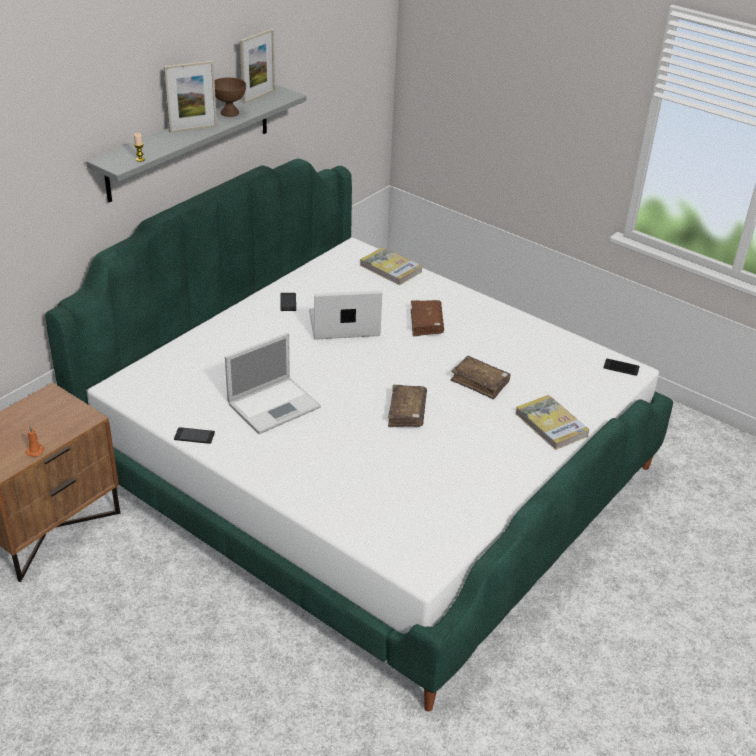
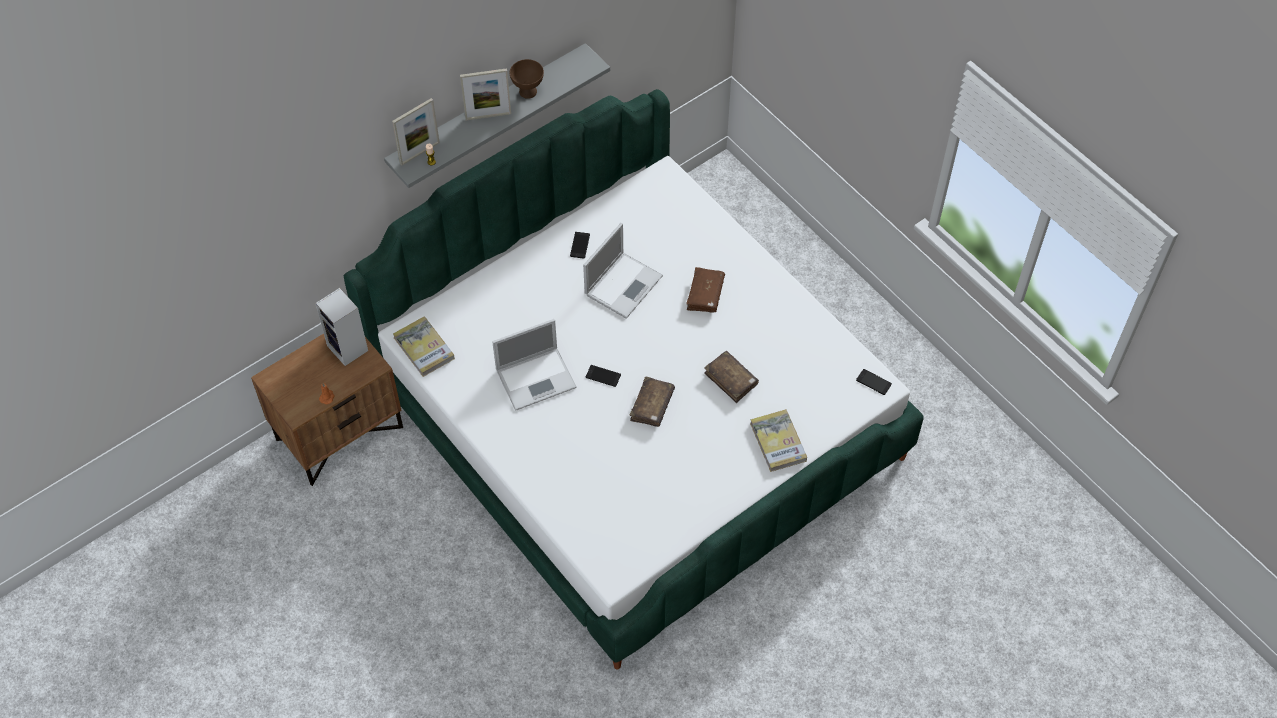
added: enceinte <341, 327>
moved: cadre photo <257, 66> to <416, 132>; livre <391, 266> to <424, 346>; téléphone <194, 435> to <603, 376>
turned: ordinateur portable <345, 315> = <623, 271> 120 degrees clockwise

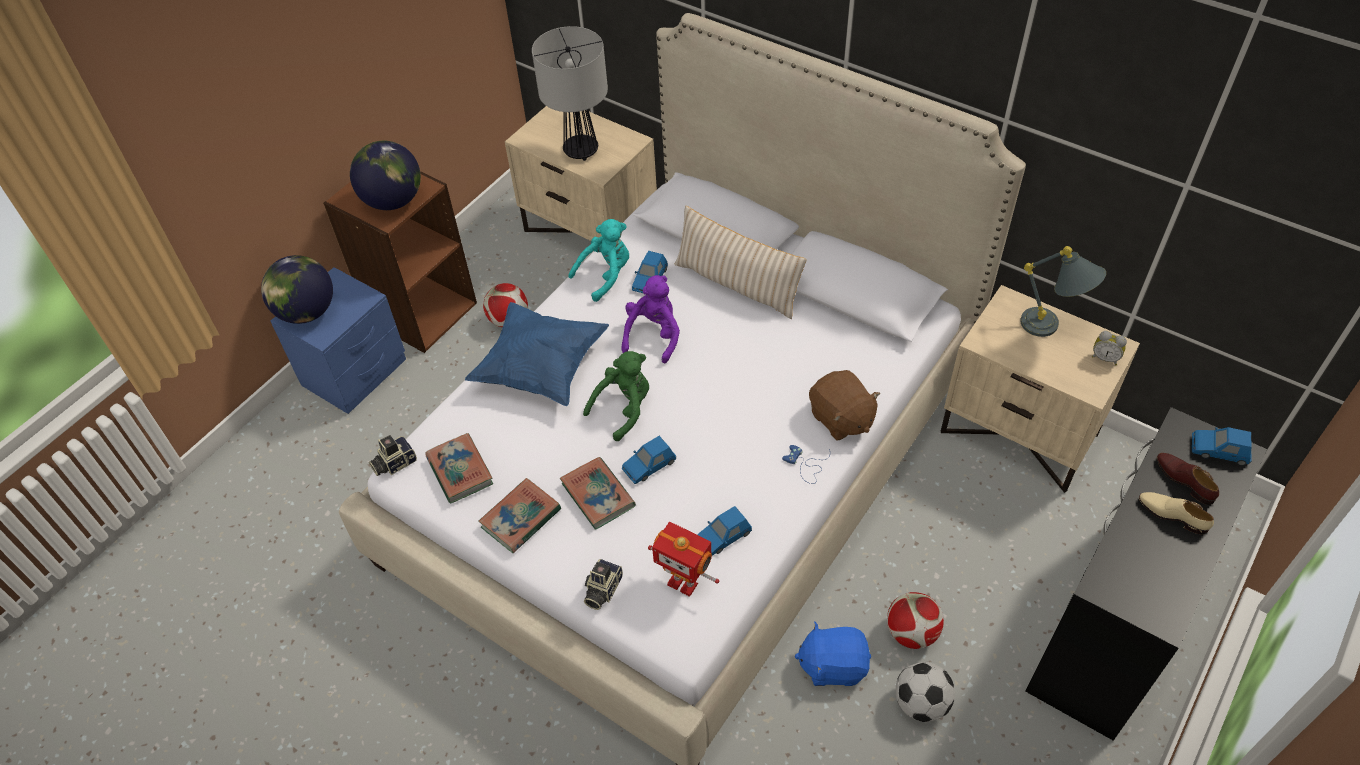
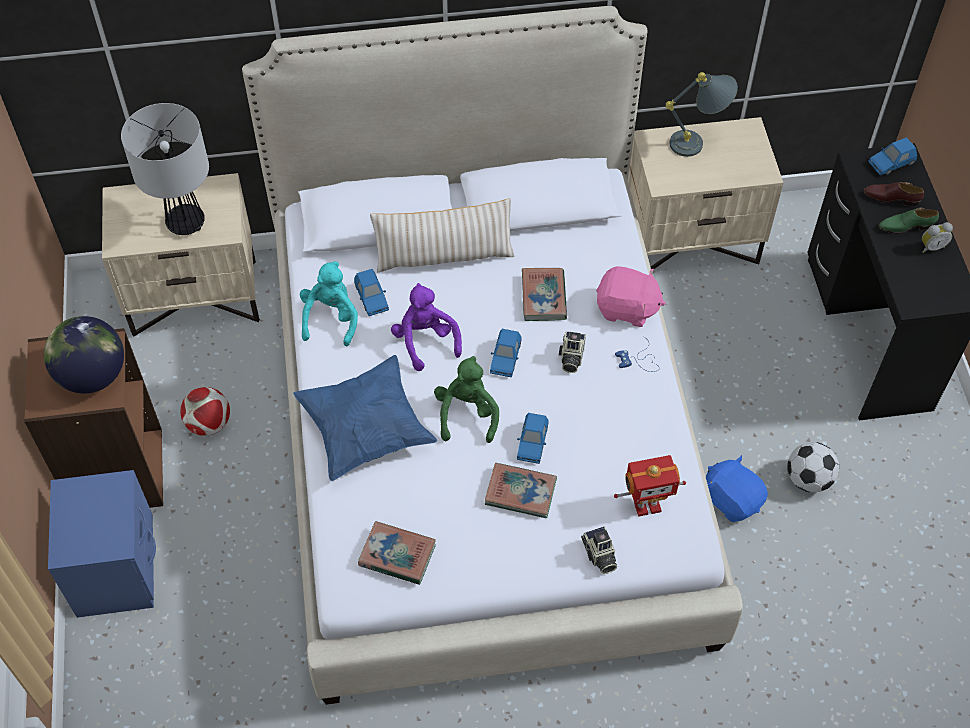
removed: globe <297, 289>; ballon de foot <915, 620>
moved: petite voiture (bleu) <724, 531> to <506, 353>; livre <520, 515> to <544, 294>; appareil photo <393, 455> to <572, 352>; réveil <1109, 348> to <937, 237>
recoloured: peluche (marron) <844, 405> to peluche (rose) <631, 296>; chaussure (beige) <1176, 513> to chaussure (vert) <909, 221>
turned: peluche (bleu) <832, 653> = <737, 488> 90 degrees clockwise

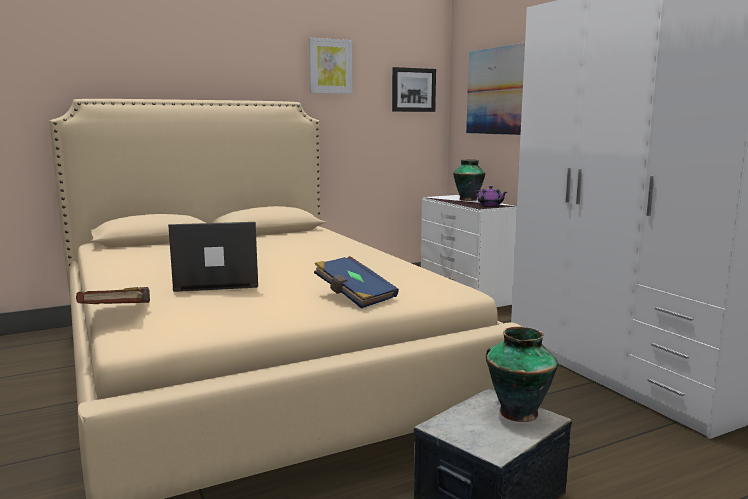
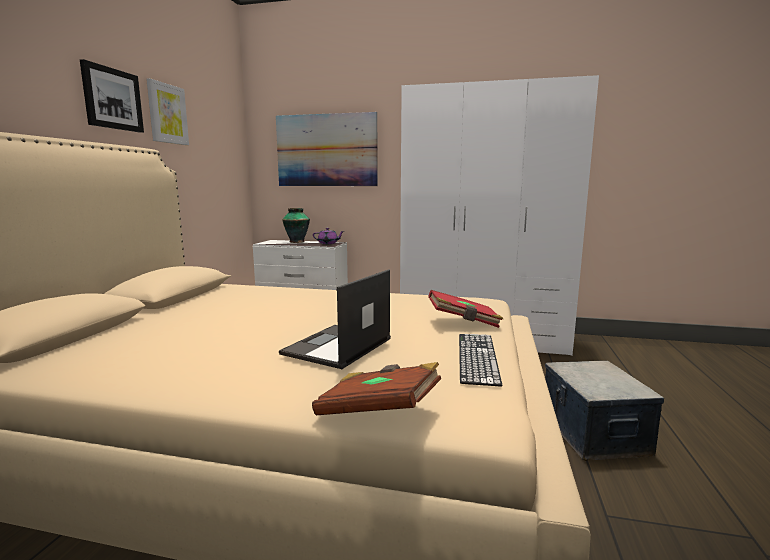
removed: vase <522, 374>
added: clavier <480, 360>
moved: tableau <414, 89> to <112, 96>
recoloured: livre (bleu) <356, 282> to livre (rouge) <465, 309>

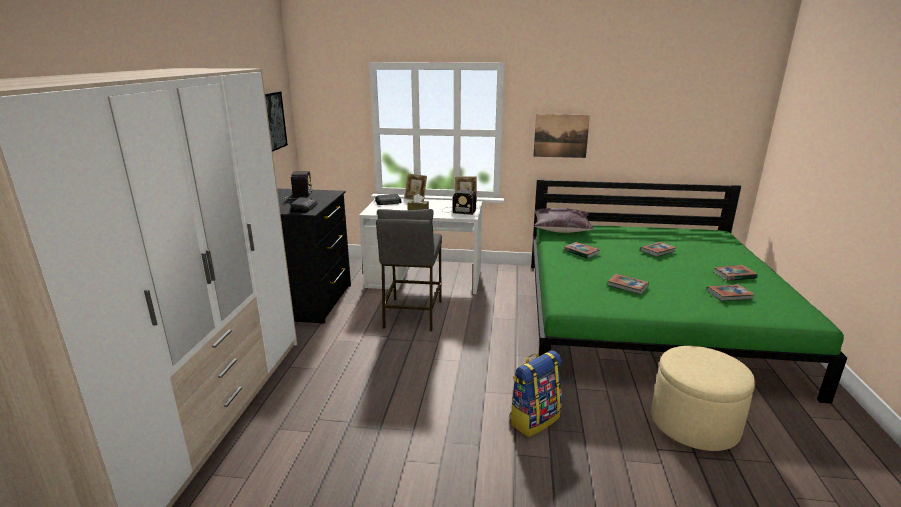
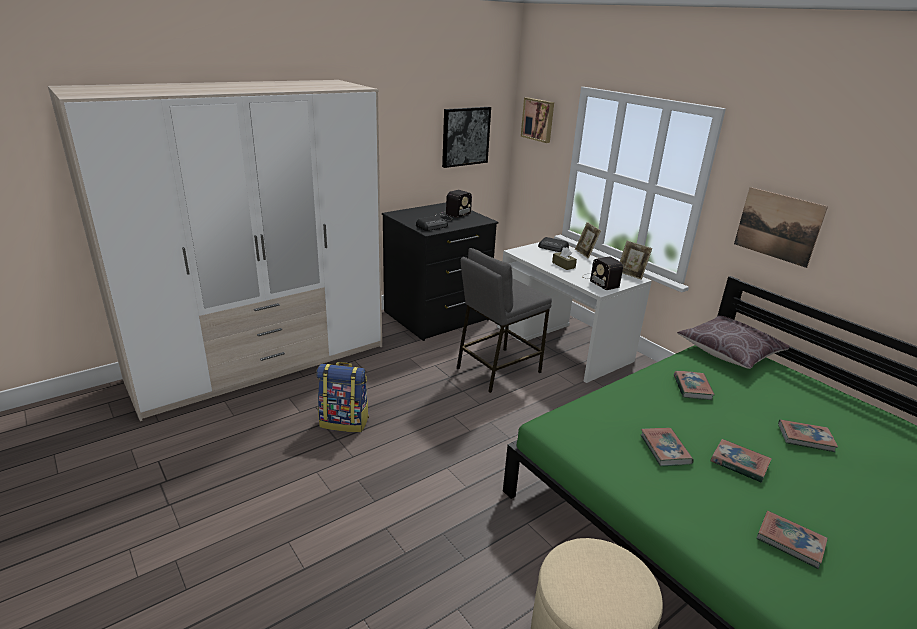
added: tableau <537, 120>
moved: sac à dos <535, 393> to <342, 397>; livre <736, 273> to <741, 461>

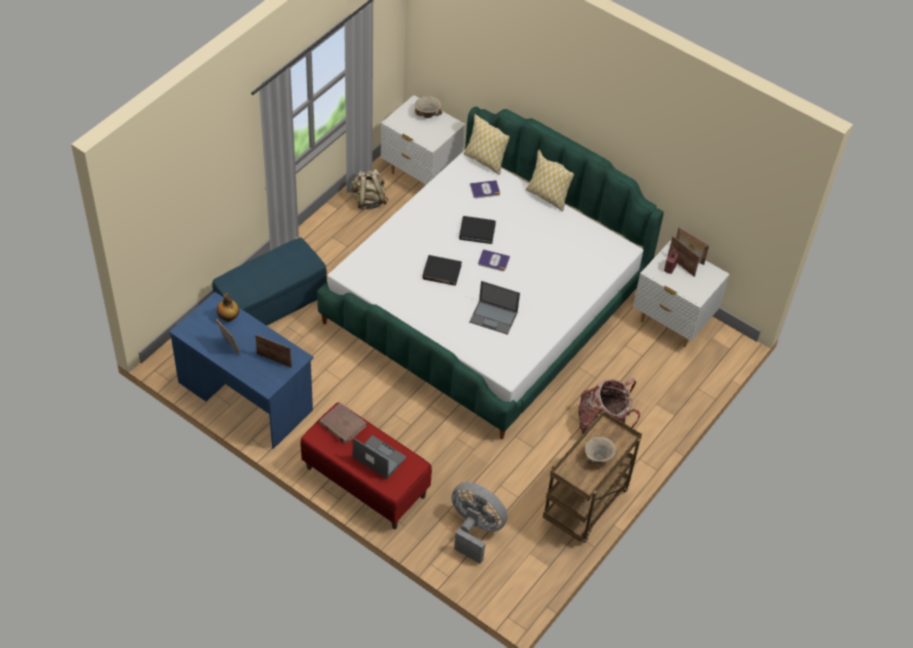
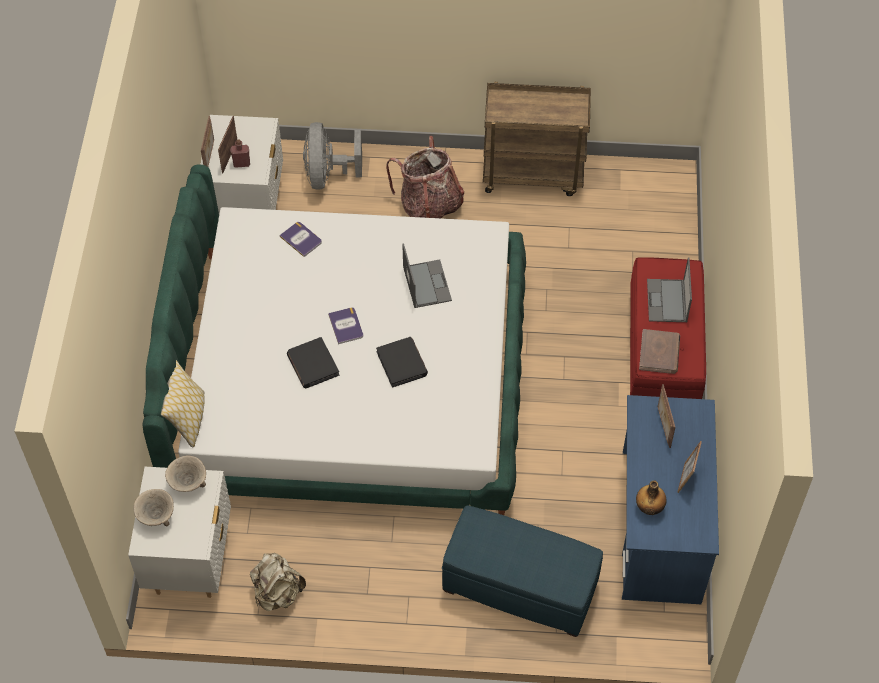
removed: coussin <550, 180>
moved: bol (beige) <601, 450> to <185, 473>; livre <485, 189> to <300, 239>; ventilateur (gris) <480, 523> to <332, 156>

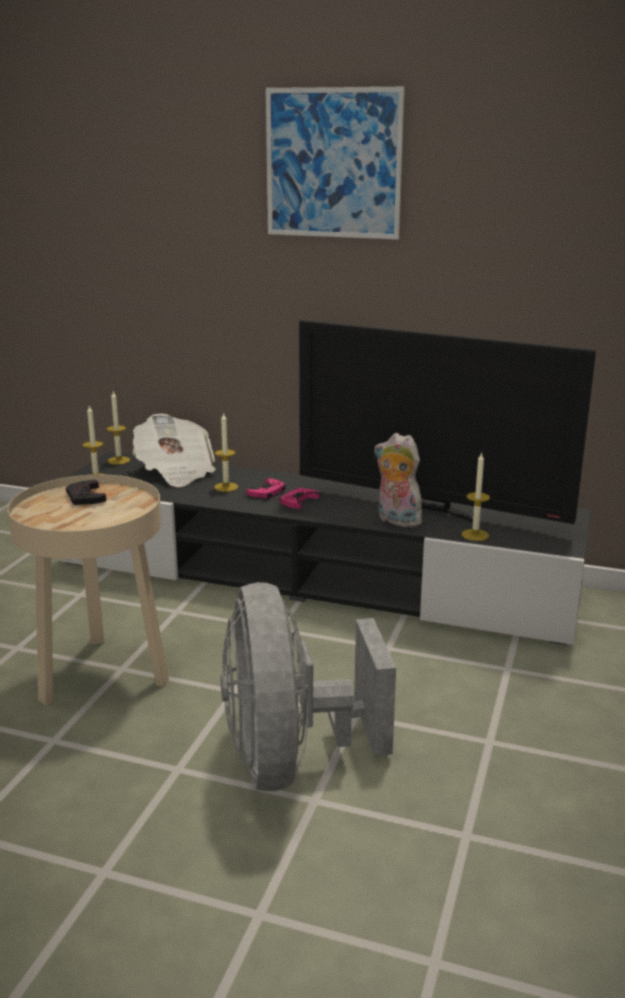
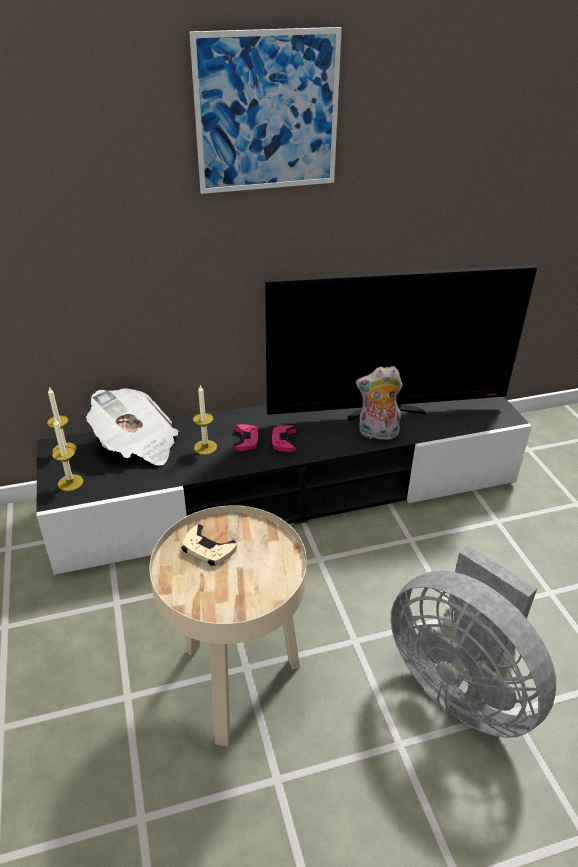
removed: bougie <476, 496>
recoloured: manette (noir) <86, 492> to manette (beige) <209, 545>

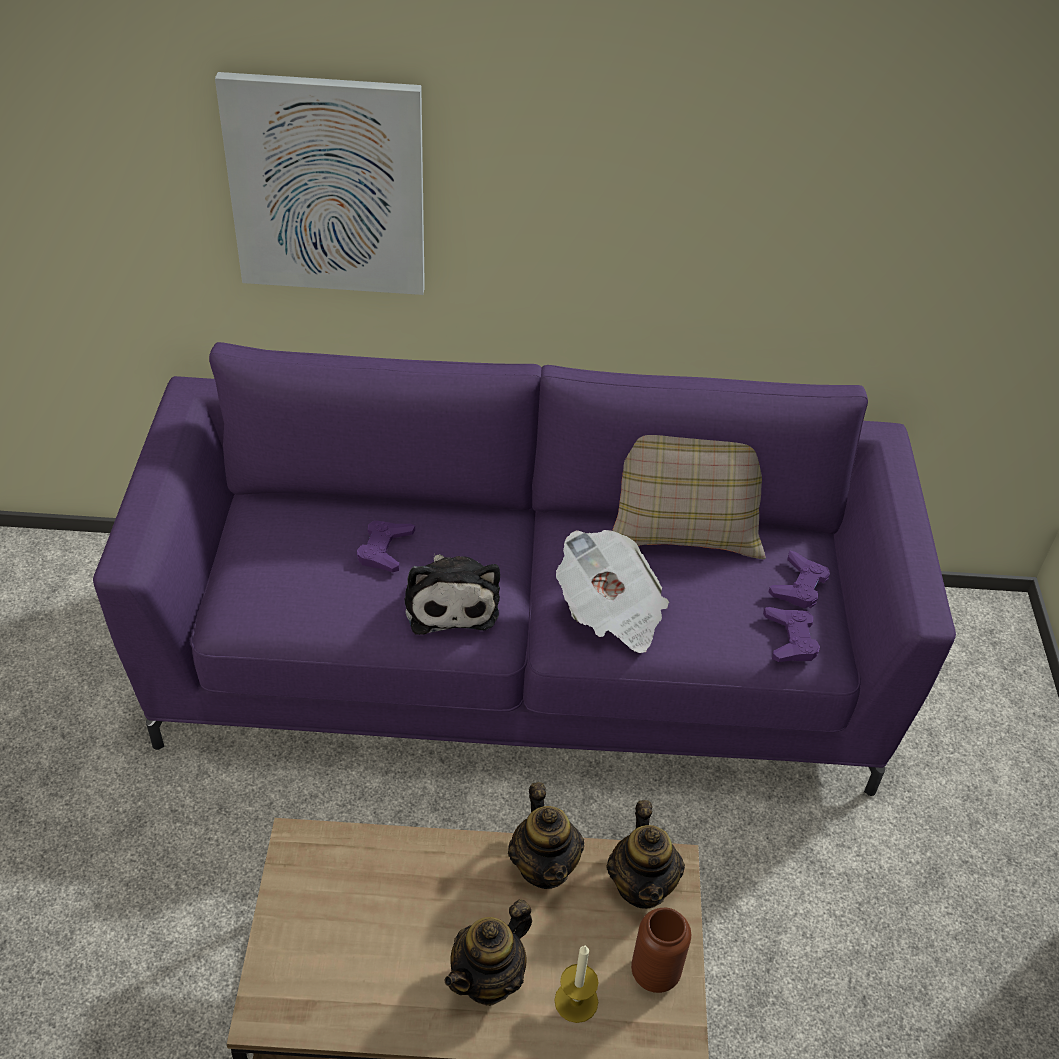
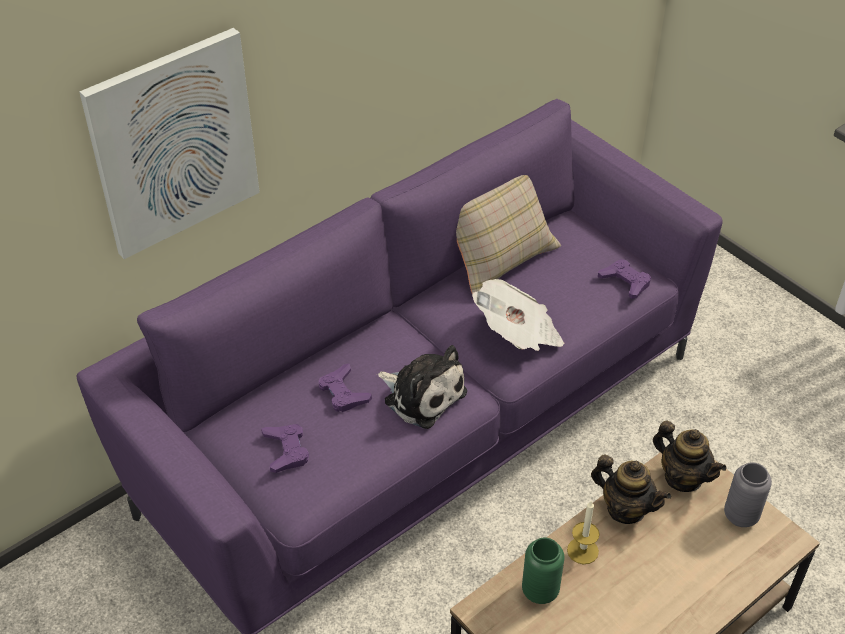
removed: théière <488, 952>
added: vase (vert) <543, 570>
moved: manette (violet) <799, 579> to <285, 448>; bougie <576, 984> to <583, 532>
recoloured: vase (marron) <661, 950> to vase (gris) <748, 494>

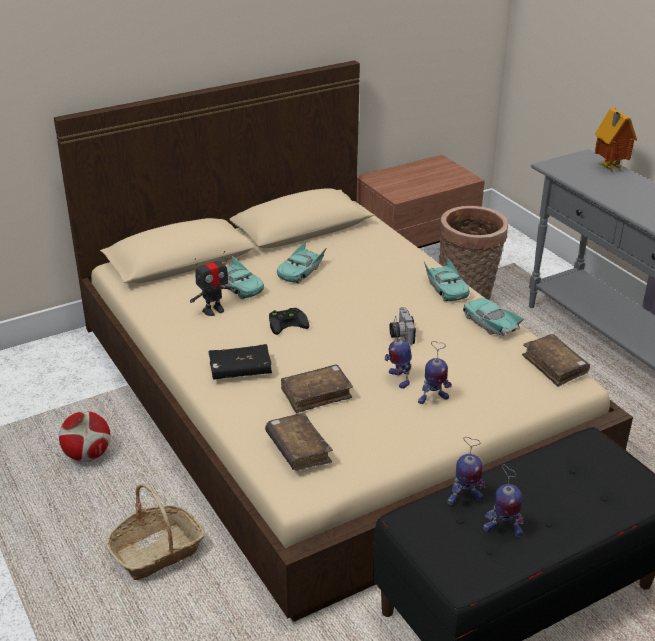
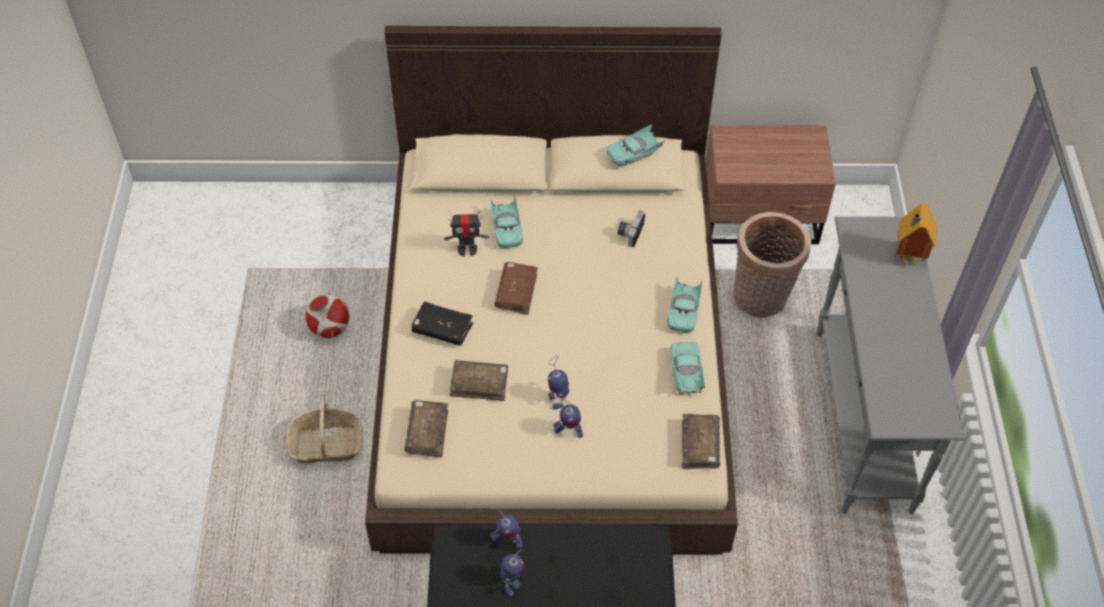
moved: petite voiture (turquoise) <302, 262> to <636, 145>; appareil photo <402, 326> to <631, 228>
replaced: manette (noir) <289, 321> to livre (marron) <516, 288>
turned: robot jouet <503, 500> = <512, 573> 120 degrees counterclockwise

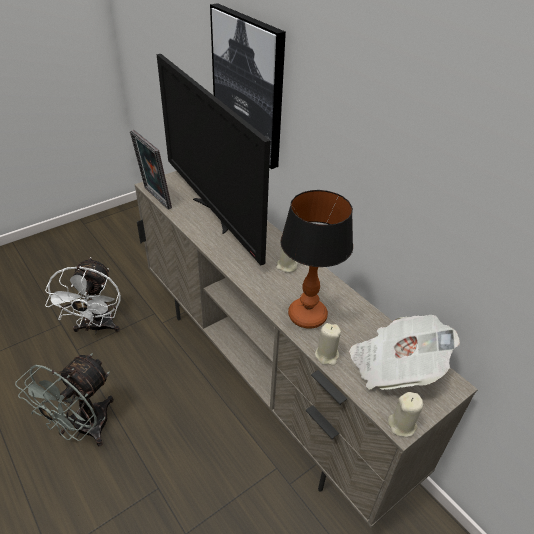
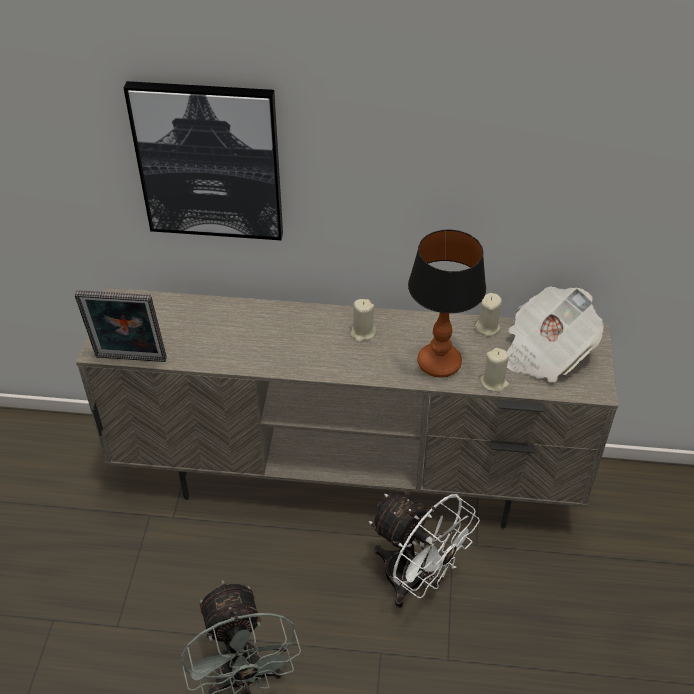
removed: téléviseur <213, 159>
moved: ventilateur (blanc) <83, 296> to <424, 550>; bougie (beige) <405, 414> to <488, 314>

